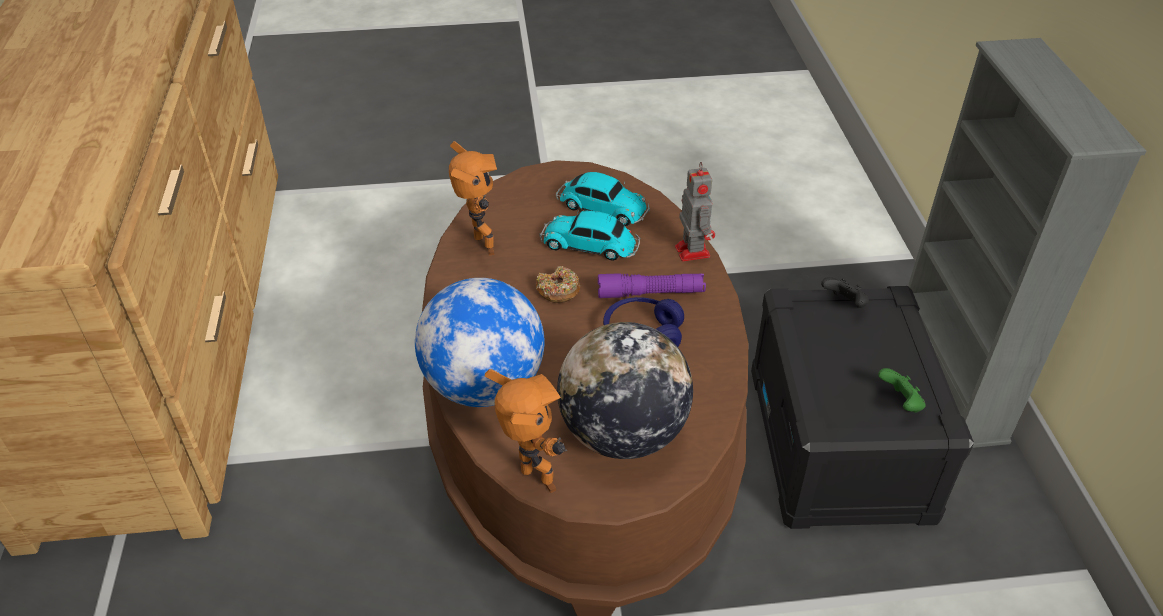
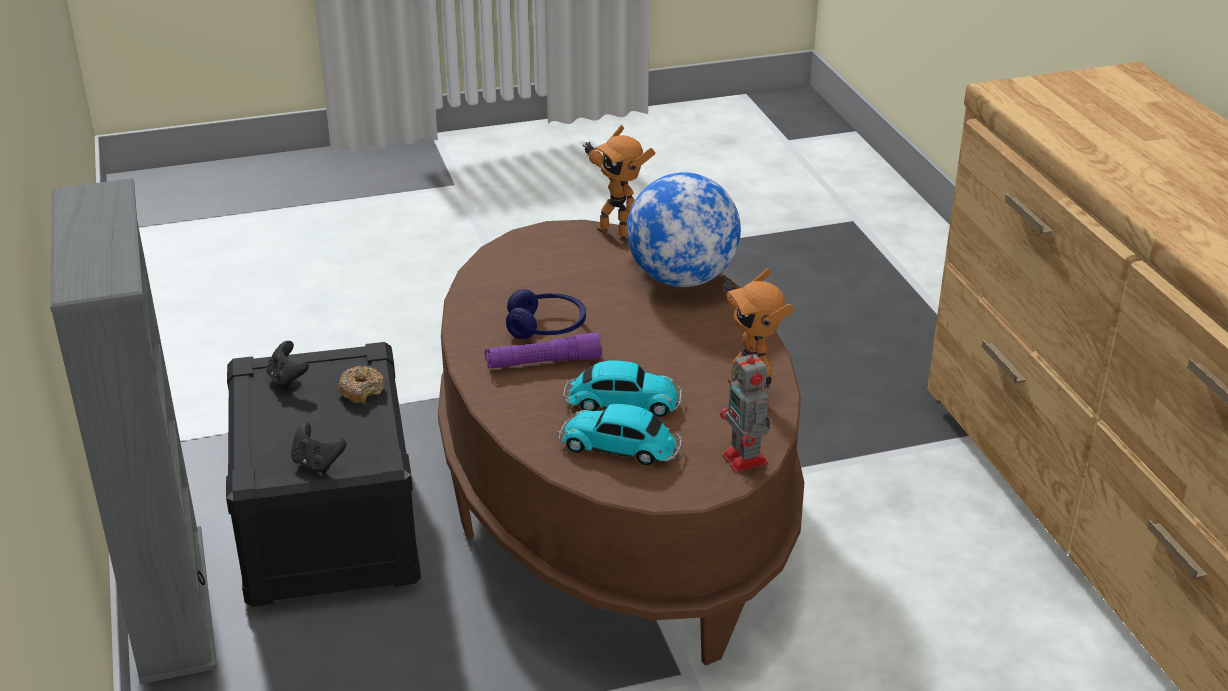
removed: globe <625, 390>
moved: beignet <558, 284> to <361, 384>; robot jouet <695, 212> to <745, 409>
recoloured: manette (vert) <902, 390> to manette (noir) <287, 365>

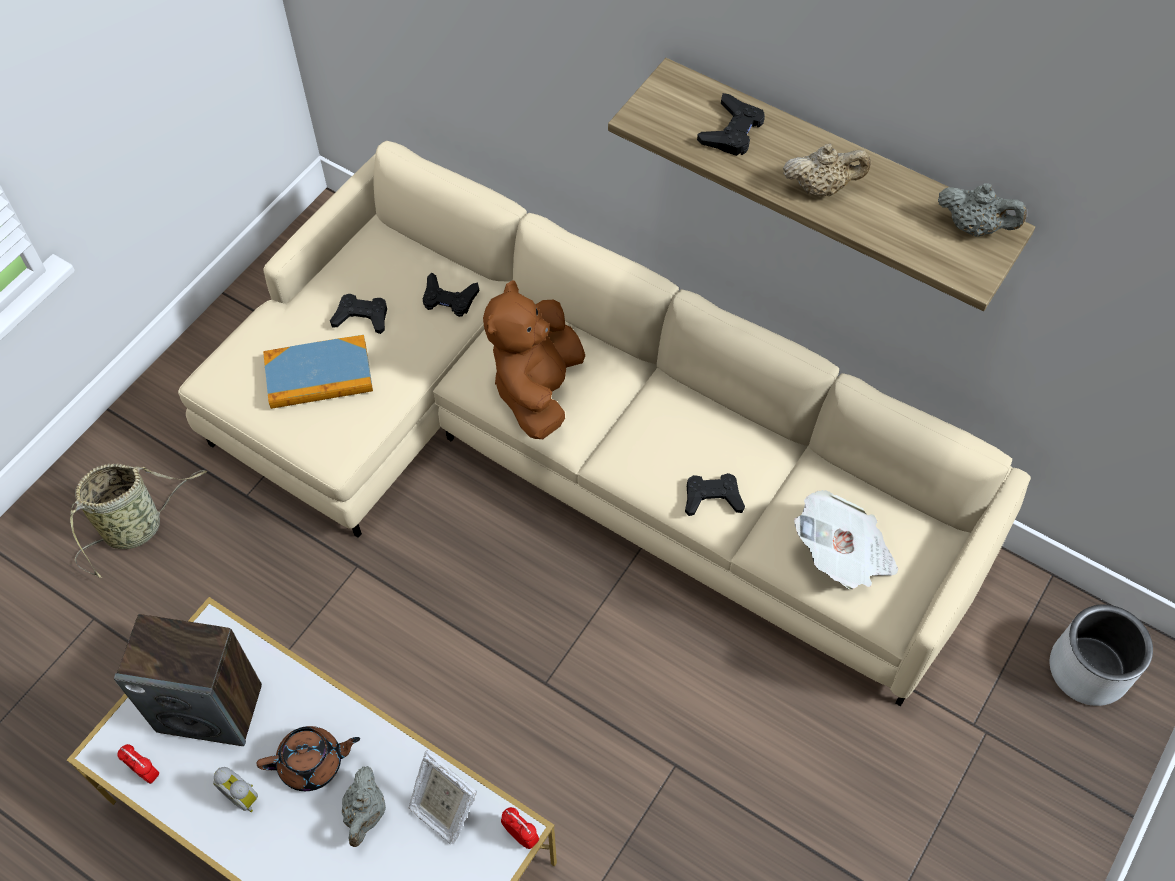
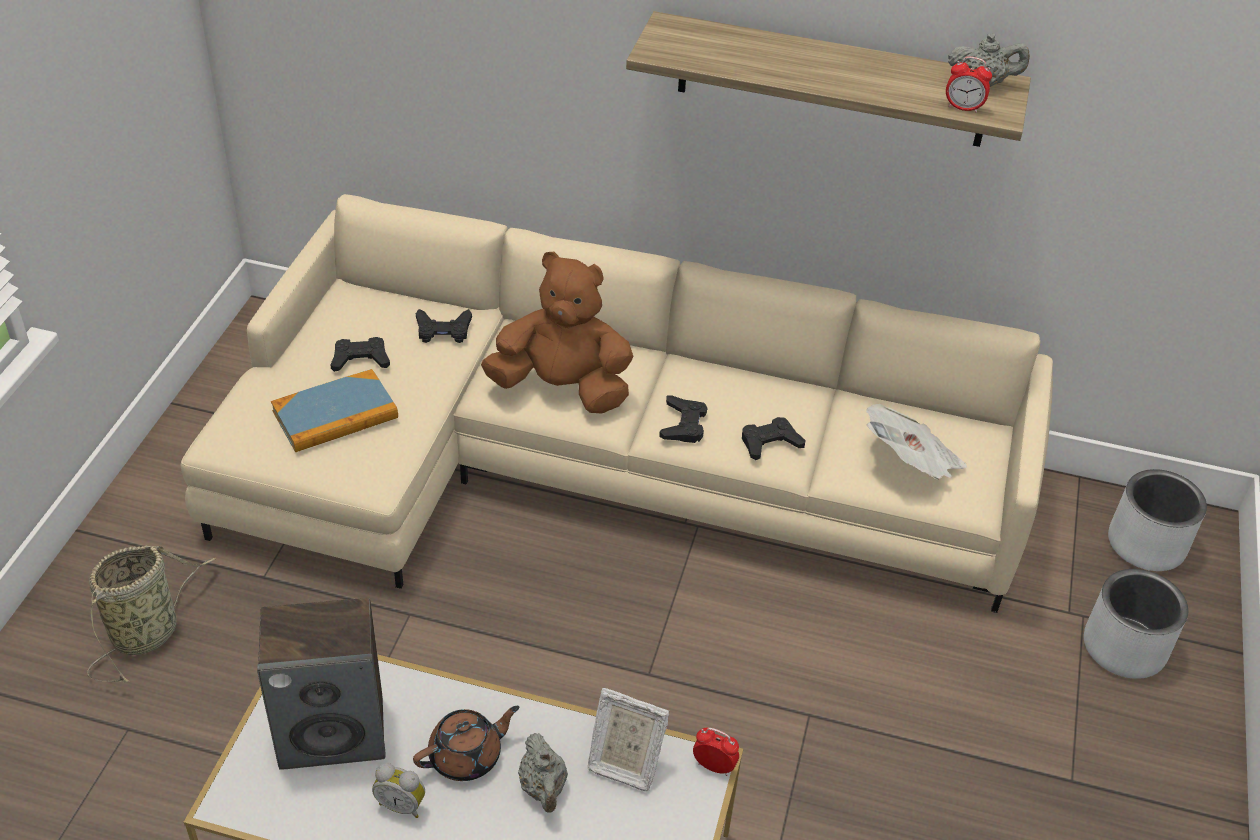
removed: théière (beige) <827, 170>
added: cache-pot (gris) <1136, 624>
moved: manette (noir) <731, 124> to <683, 419>; réveil <138, 764> to <969, 85>
turned: peluche (marron) <534, 359> = <557, 332> 105 degrees clockwise

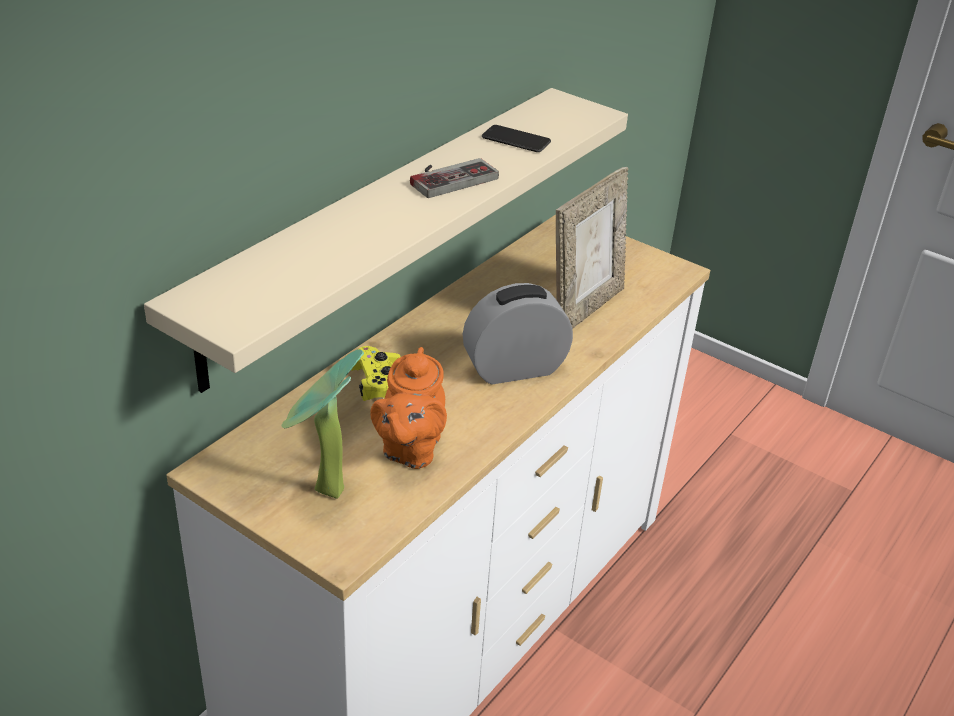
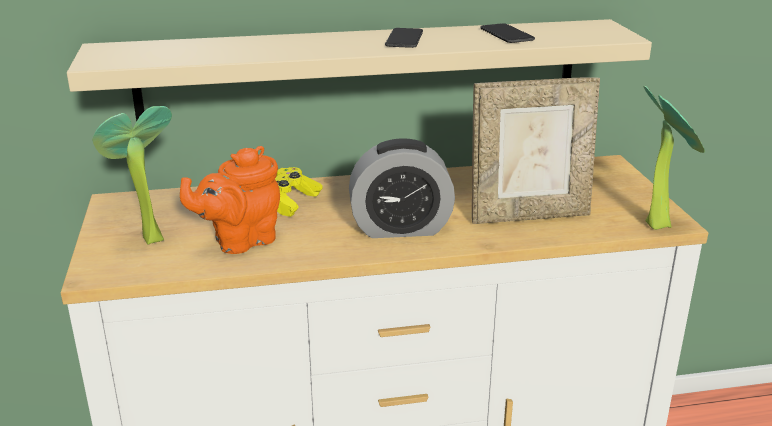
added: plante en pot <674, 158>
replaced: manette <454, 178> to téléphone <404, 38>
turned: réveil <518, 333> = <402, 188> 150 degrees clockwise

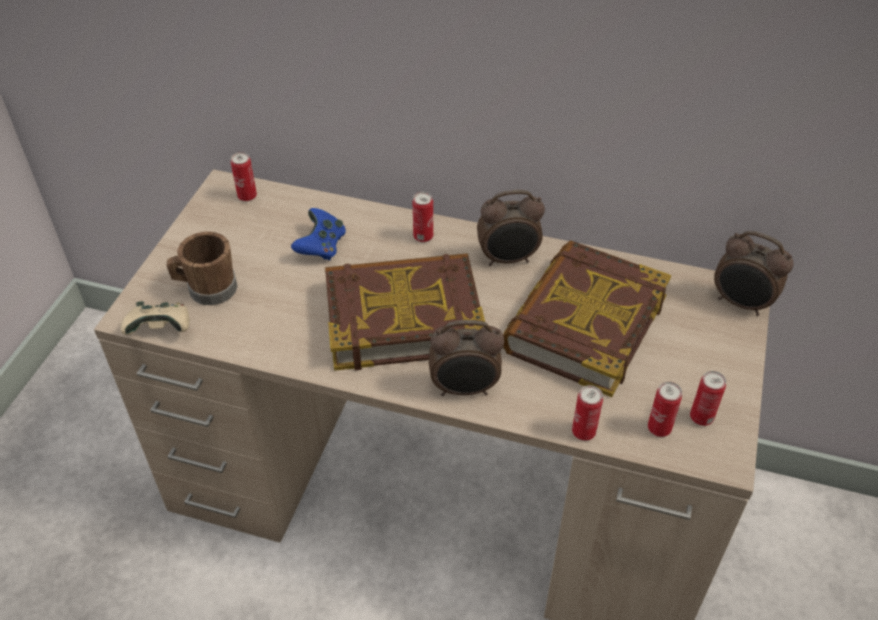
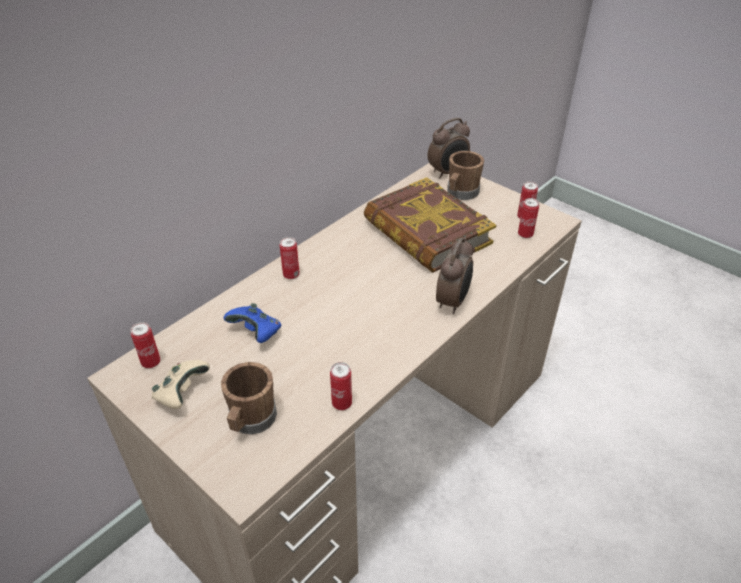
removed: livre <405, 312>; réveil <511, 228>
added: mug (marron) <465, 175>
moved: manette (beige) <155, 318> to <181, 384>; boîte métallique <587, 413> to <341, 386>

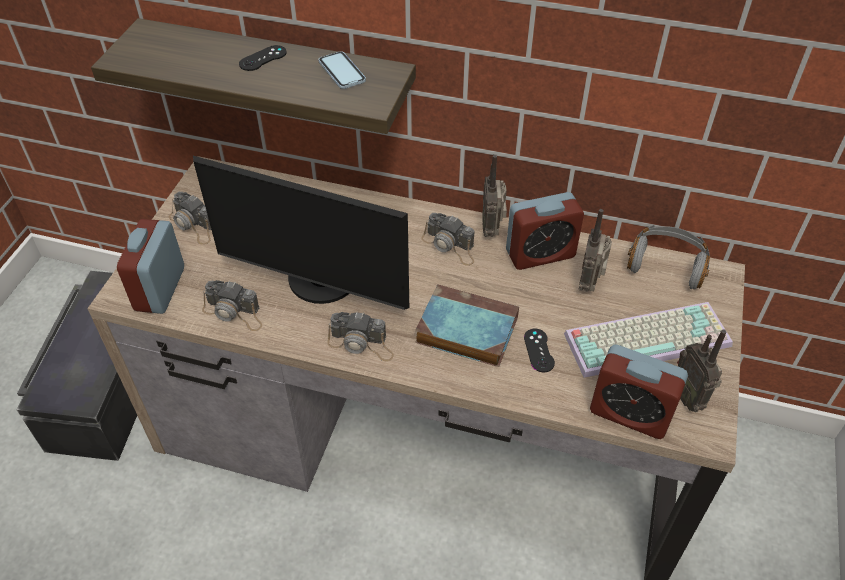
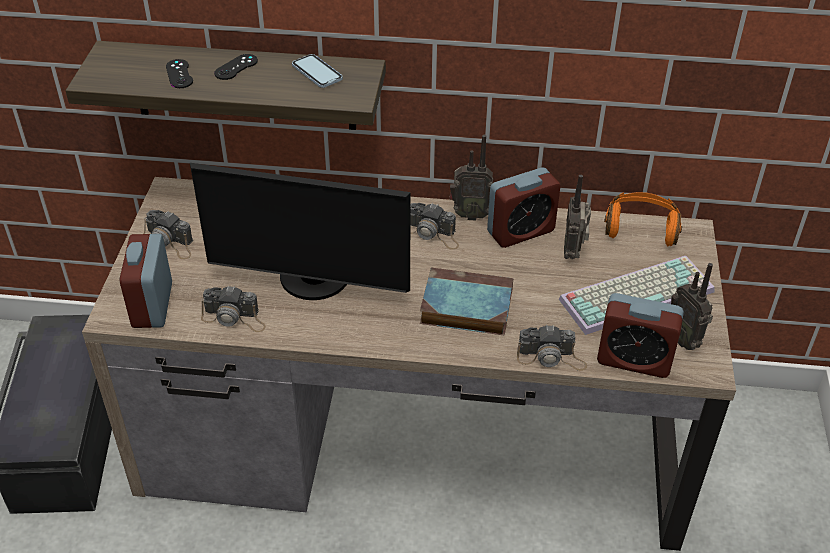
moved: manette (noir) <539, 350> to <179, 73>; appareil photo <360, 336> to <552, 348>
recoloured: casque audio (gris) <668, 257> to casque audio (orange) <643, 219>
turned: radio <494, 196> = <471, 177> 75 degrees counterclockwise

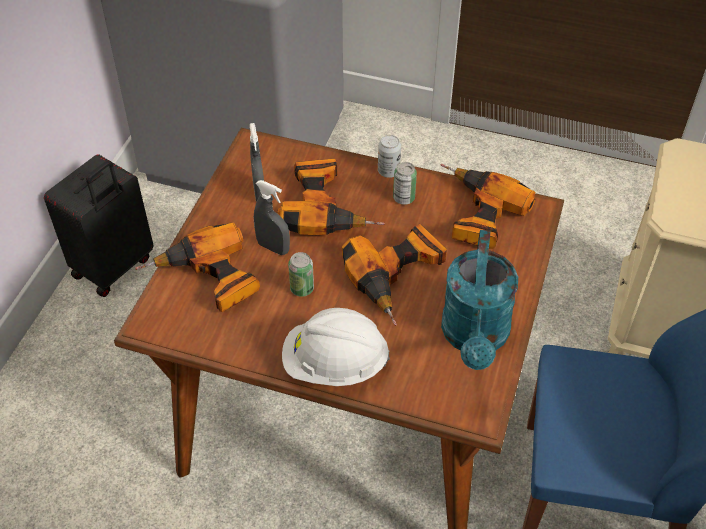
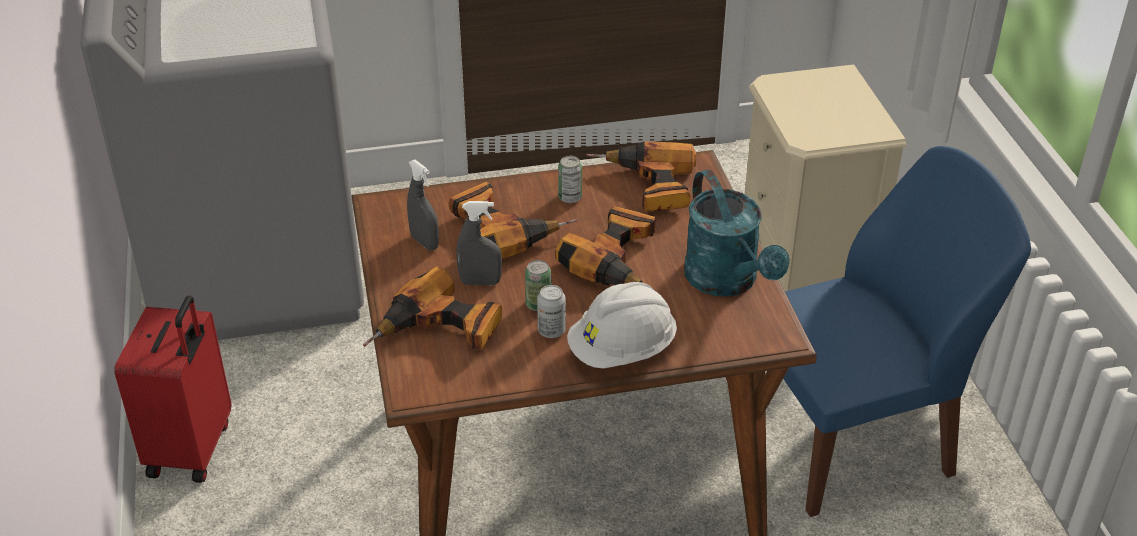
moved: boîte métallique <389, 156> to <551, 311>
recoloured: valise (noir) <98, 225> to valise (rouge) <172, 389>

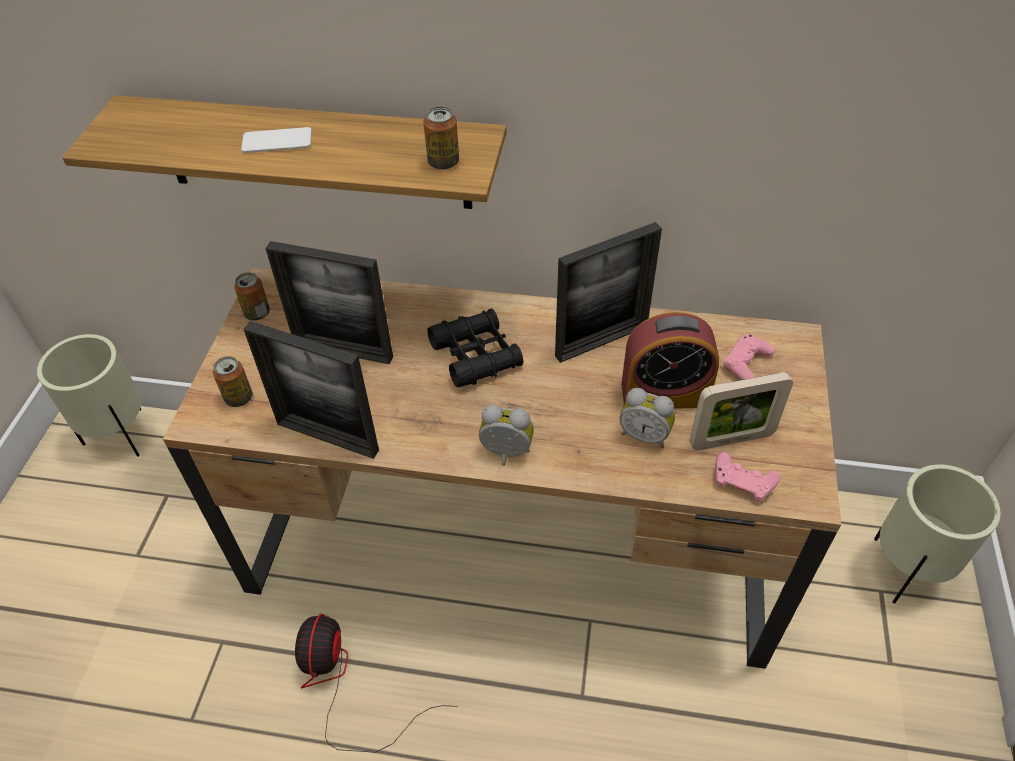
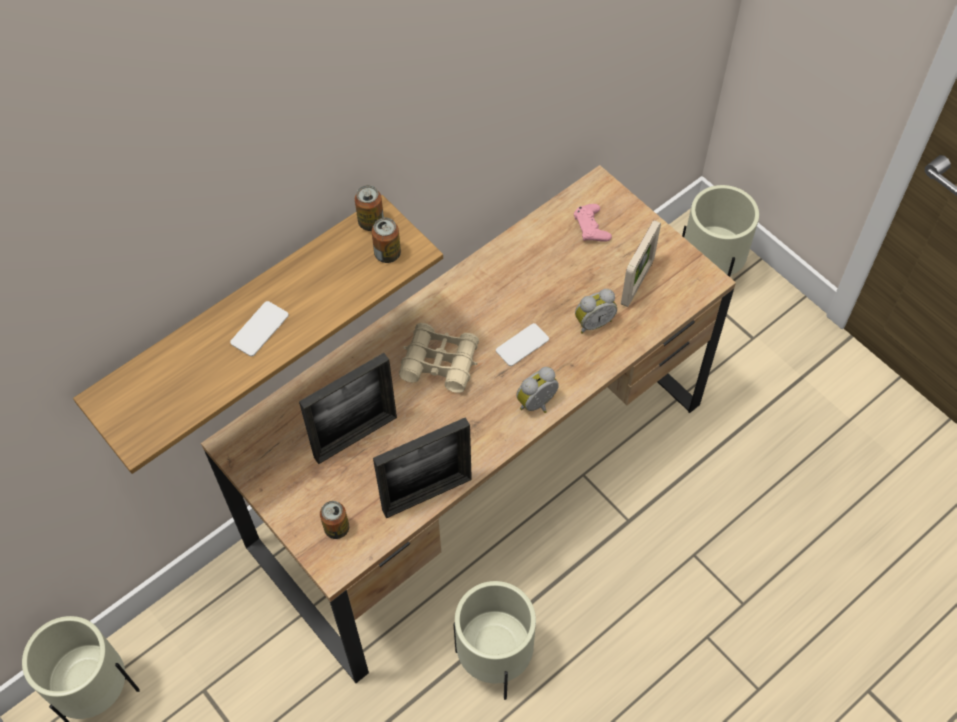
removed: cadre photo <608, 292>; réveil <670, 360>; manette (rose) <747, 477>
added: téléphone <522, 344>
moved: boîte métallique <252, 296> to <369, 208>
replaced: ventilateur <376, 683> to cache-pot (beige) <495, 640>
recoloured: jumelles (noir) <475, 348> to jumelles (beige) <439, 358>

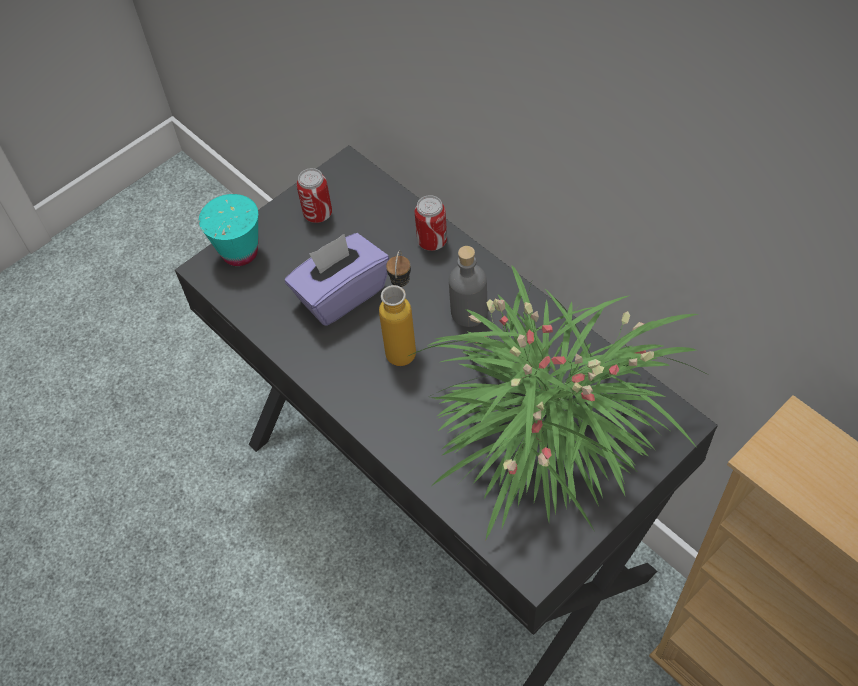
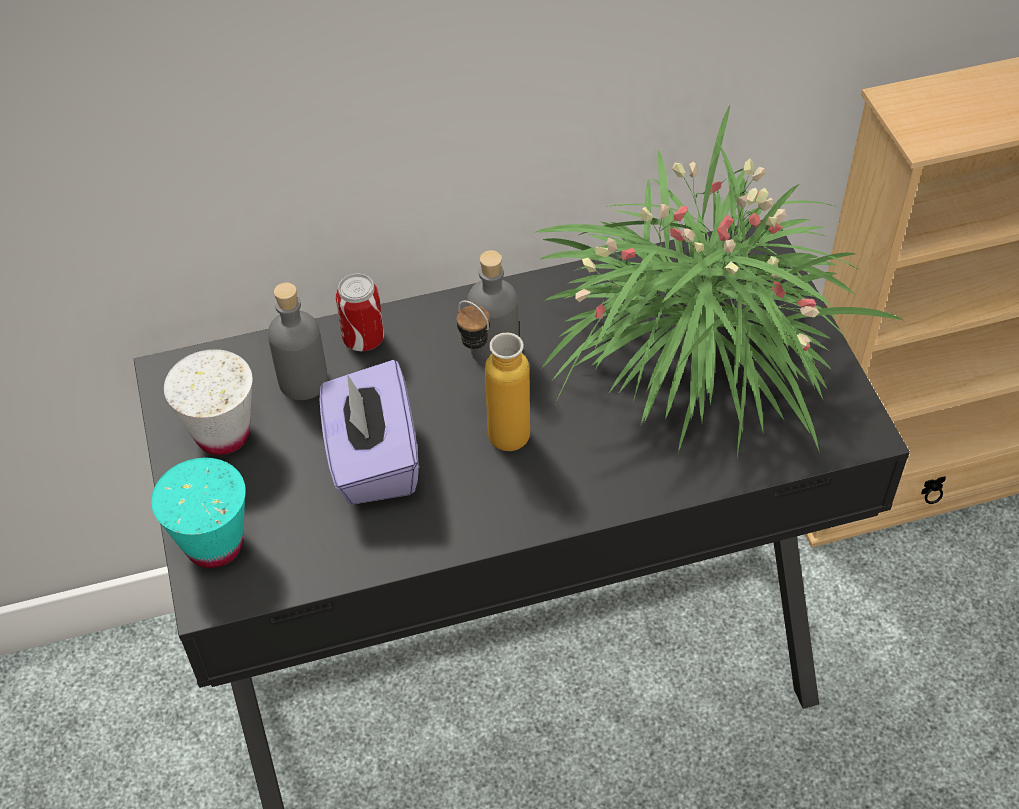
added: bouteille (gris) <298, 341>
replaced: boîte métallique <314, 195> to tasse (blanc) <208, 402>

